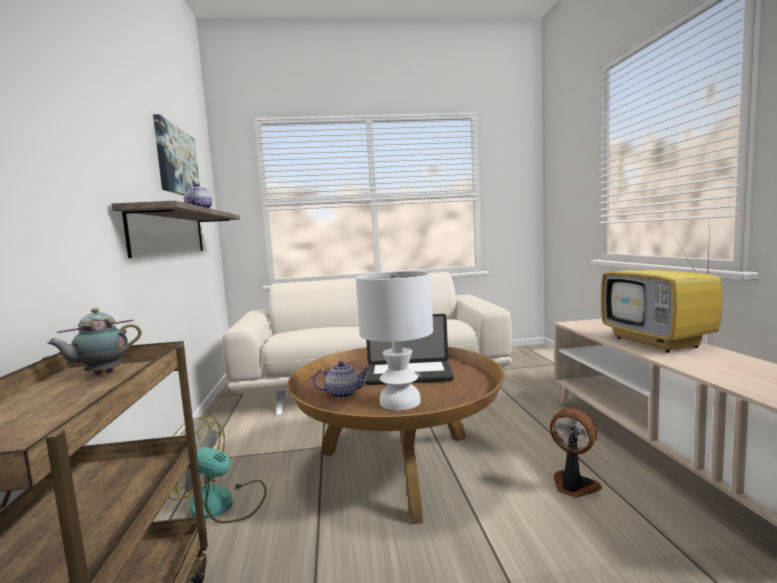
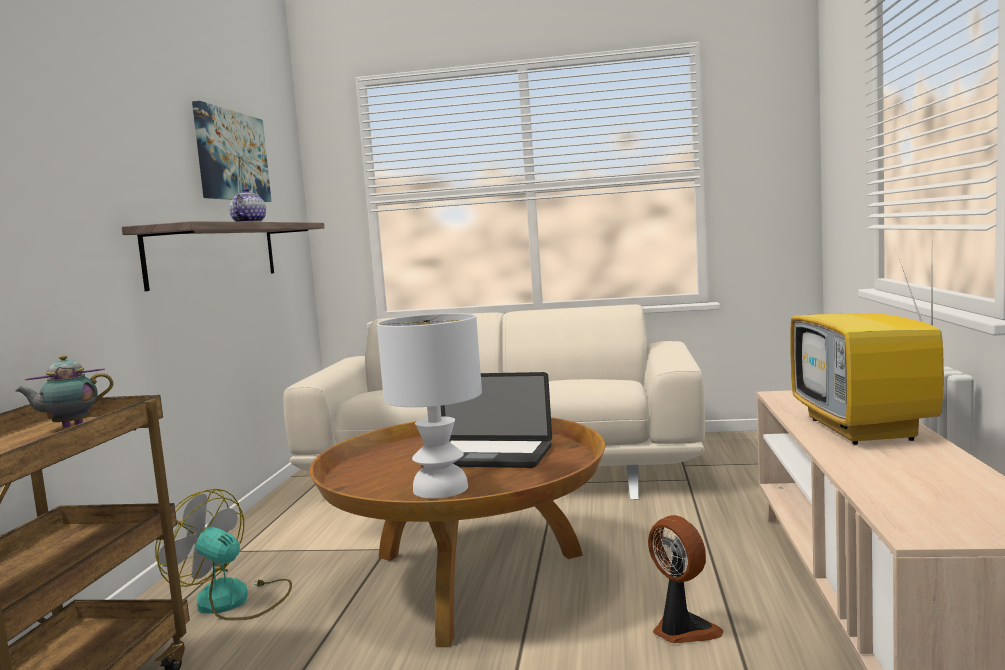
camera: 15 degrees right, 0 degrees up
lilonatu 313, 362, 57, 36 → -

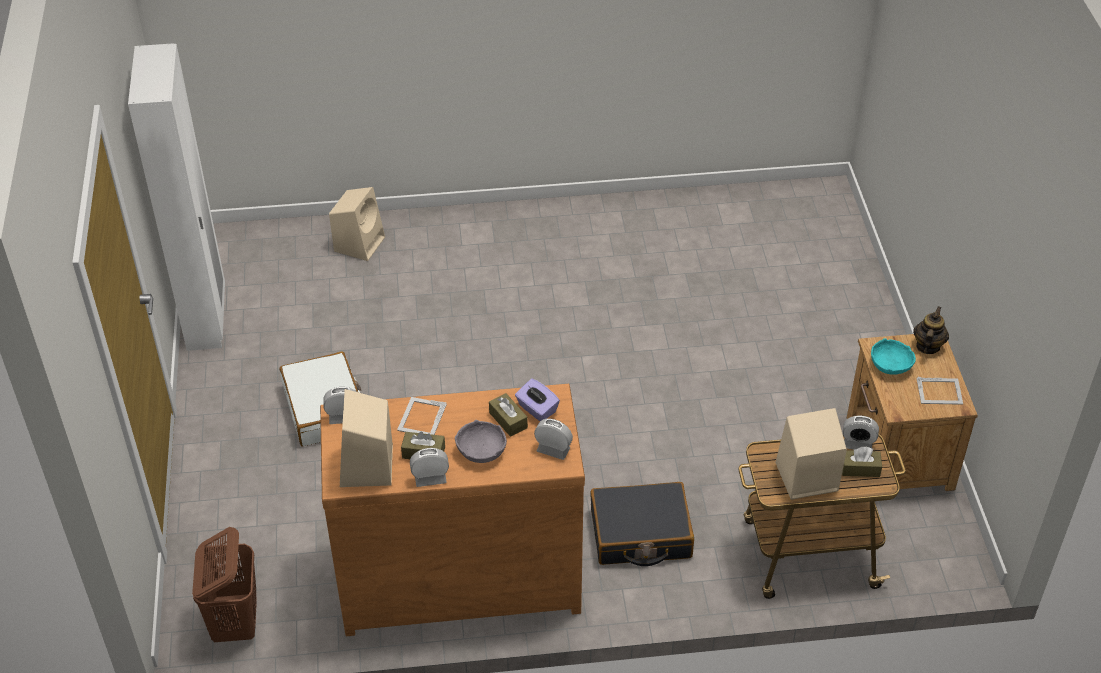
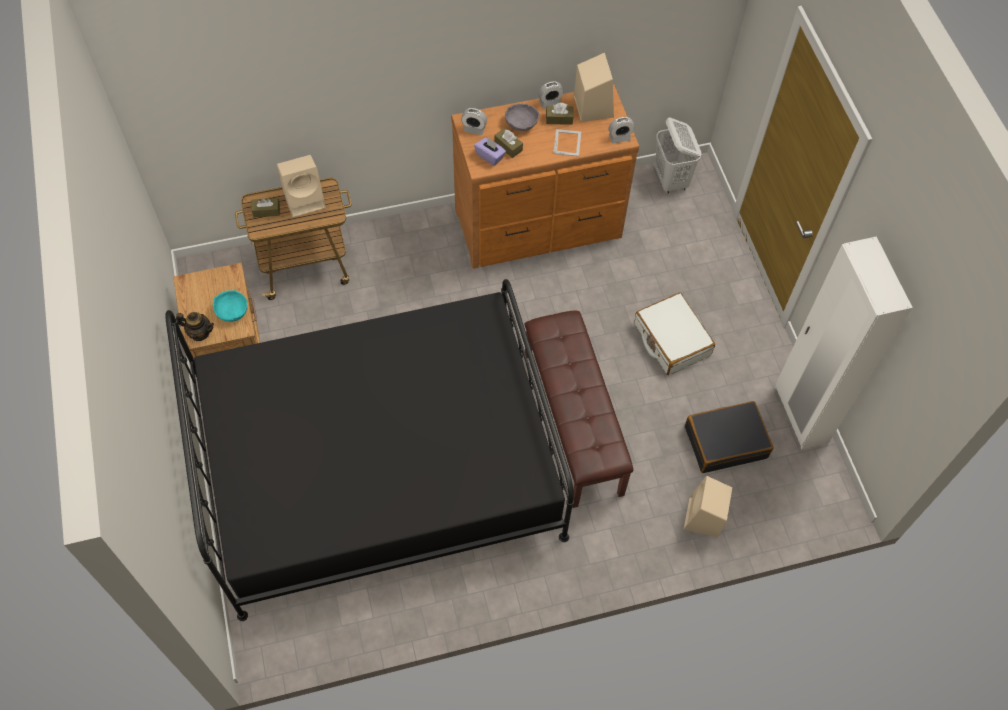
camera: 170 degrees right, 15 degrees up
lilonatu 913, 306, 36, 48 → lilonatu 176, 312, 38, 29, 90 degrees counterclockwise
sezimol 917, 377, 46, 28 → -
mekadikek 843, 415, 36, 34 → -
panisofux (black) 590, 482, 104, 84 → panisofux (black) 685, 401, 88, 72, move
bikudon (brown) 192, 527, 65, 115 → bikudon (white) 655, 118, 47, 76
- → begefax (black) 165, 279, 409, 342
- → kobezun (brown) 525, 311, 108, 197

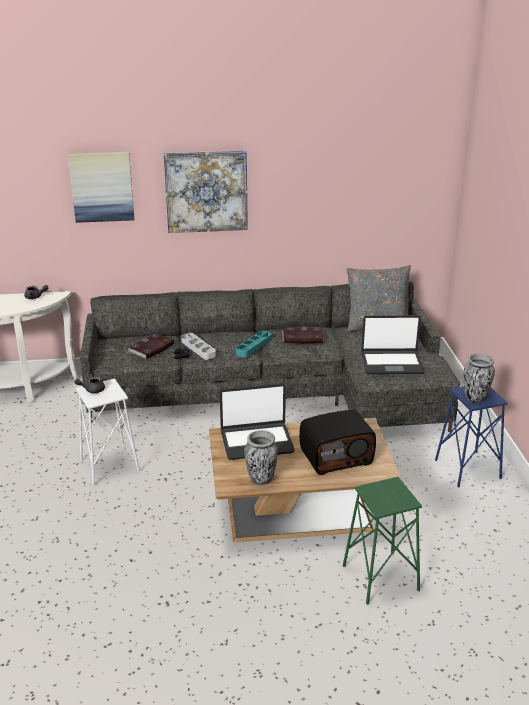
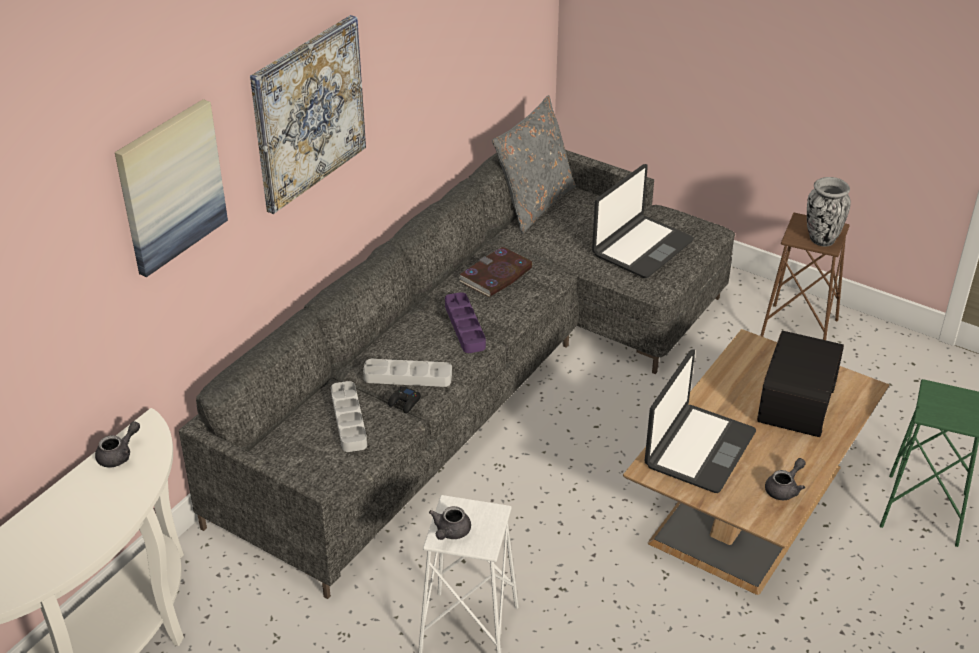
camera: 50 degrees left, 10 degrees up
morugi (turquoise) 236, 331, 36, 27 → morugi (purple) 445, 292, 41, 61
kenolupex 128, 333, 46, 26 → morugi (grey) 331, 381, 36, 71
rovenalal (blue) 435, 386, 73, 102 → rovenalal (brown) 760, 213, 90, 127
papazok 244, 430, 34, 55 → lilonatu (grey) 765, 458, 41, 42

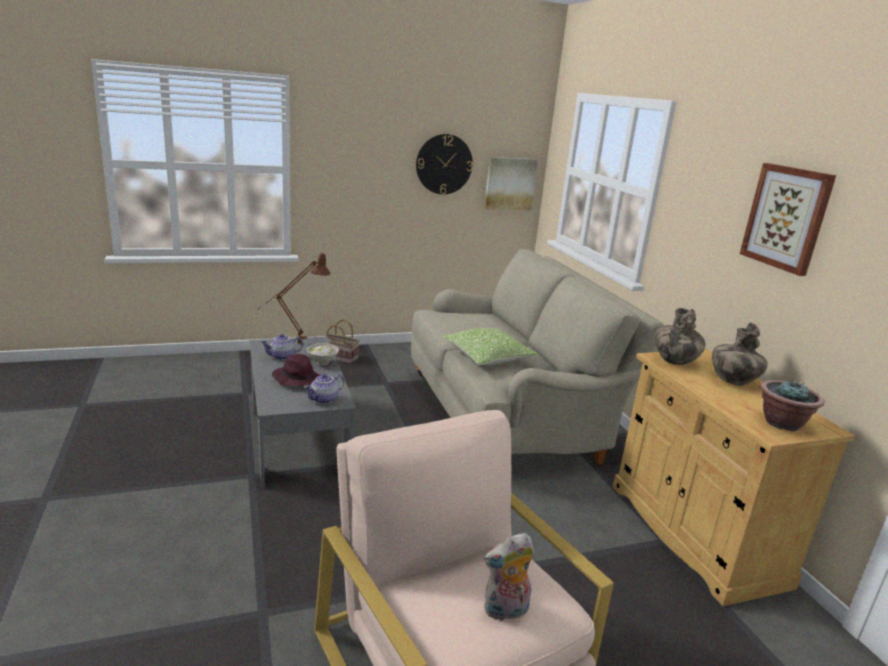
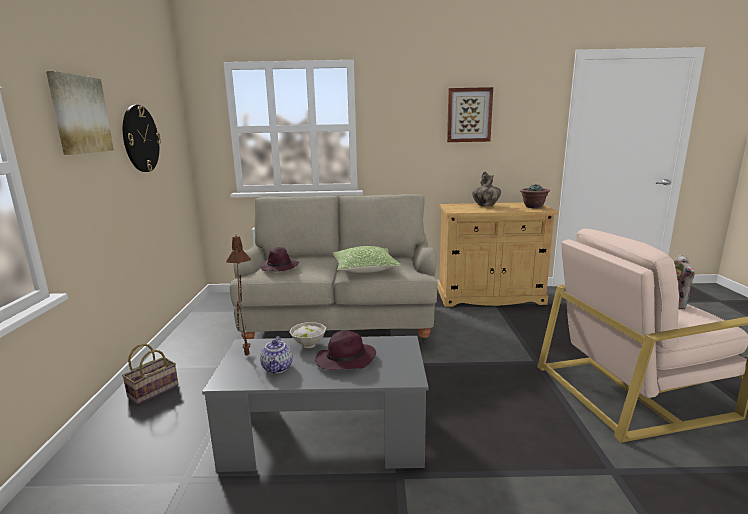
camera: 70 degrees left, 5 degrees down
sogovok 484, 157, 54, 53 → sogovok 46, 71, 68, 84, move
papazok 654, 308, 52, 57 → -
lilonatu 304, 374, 40, 30 → -
- → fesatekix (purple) 260, 247, 39, 24

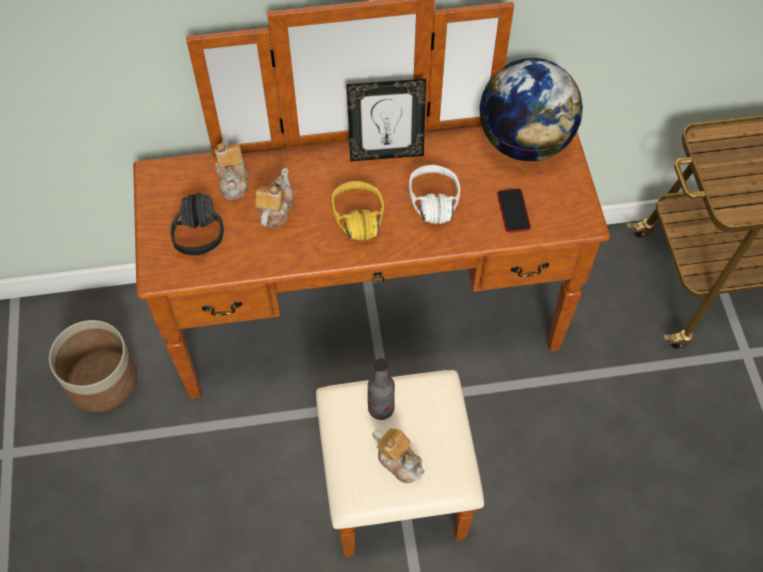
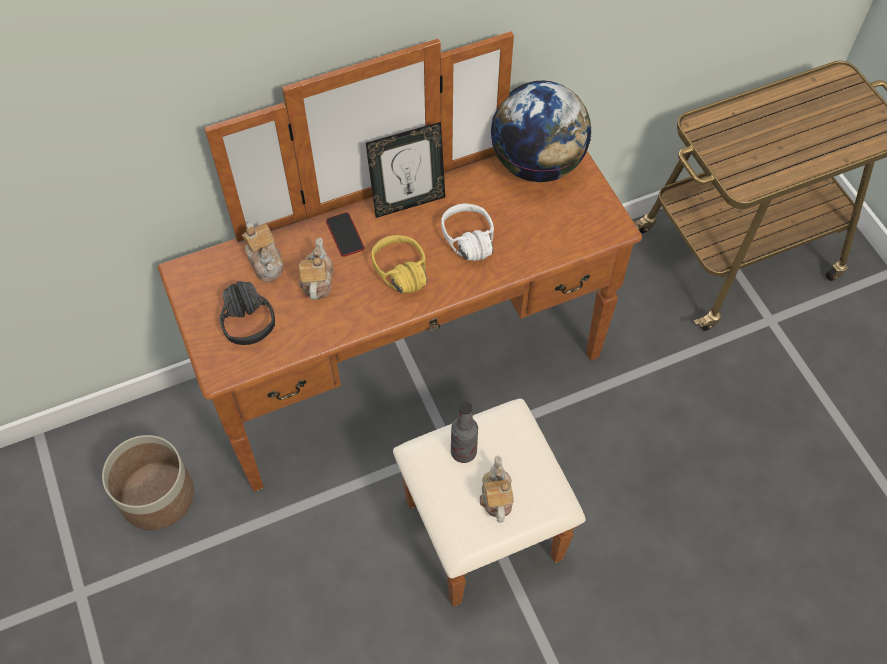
camera: 15 degrees left, 0 degrees up
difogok 497, 189, 34, 44 → difogok 326, 212, 38, 45, move
lilonatu 372, 428, 52, 55 → lilonatu 480, 455, 34, 67, 120 degrees counterclockwise

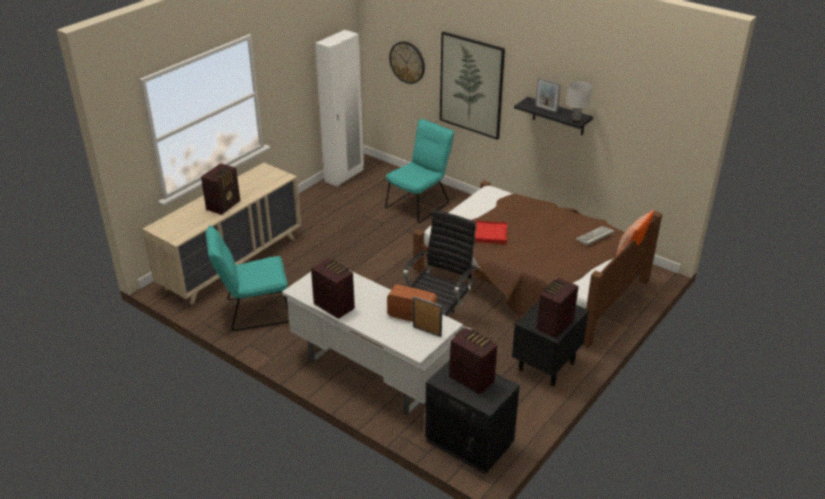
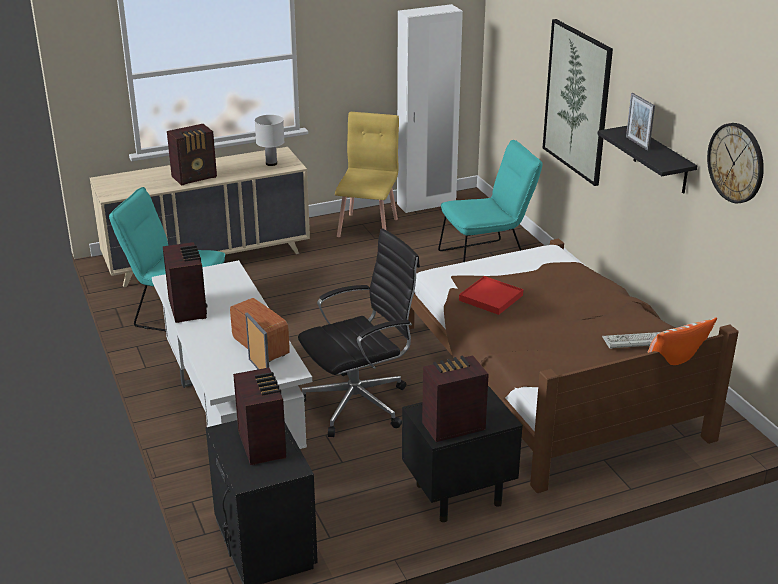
camera: 30 degrees right, 5 degrees down
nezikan 389, 41, 36, 43 → nezikan 707, 123, 57, 80, move
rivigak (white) 567, 81, 25, 42 → rivigak (white) 255, 115, 30, 51, move
- → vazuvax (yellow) 335, 112, 64, 125

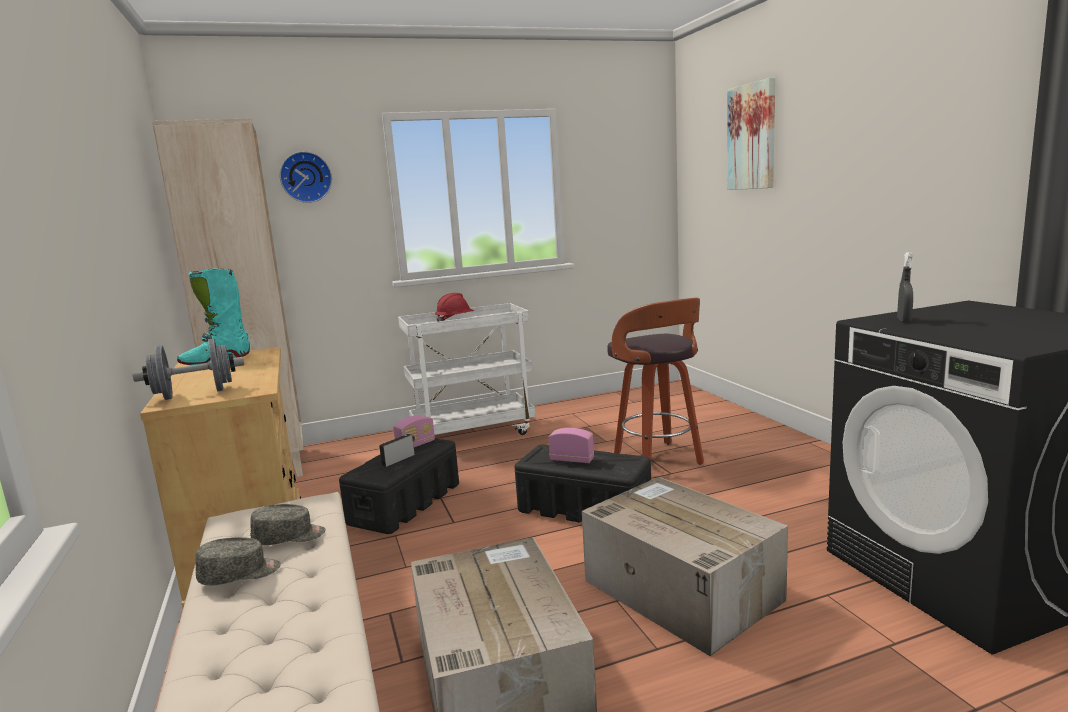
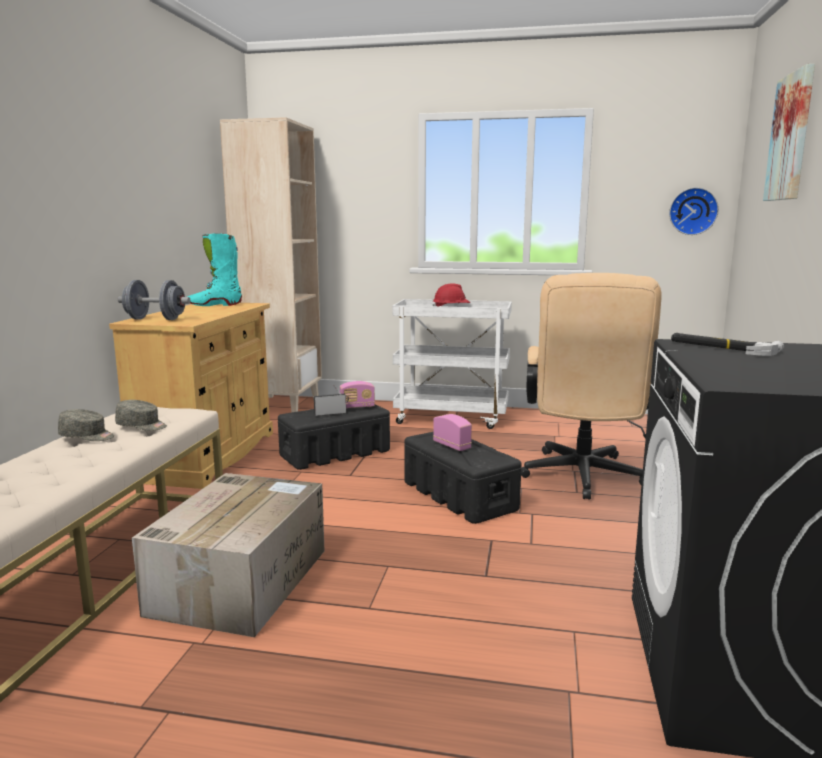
camera: 30 degrees right, 0 degrees up
nezikan 280, 151, 52, 52 → nezikan 669, 187, 50, 48, move
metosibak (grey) 897, 252, 16, 70 → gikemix 671, 333, 113, 23
rovenalal 607, 298, 97, 166 → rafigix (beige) 521, 273, 140, 227
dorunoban 582, 477, 206, 179 → -

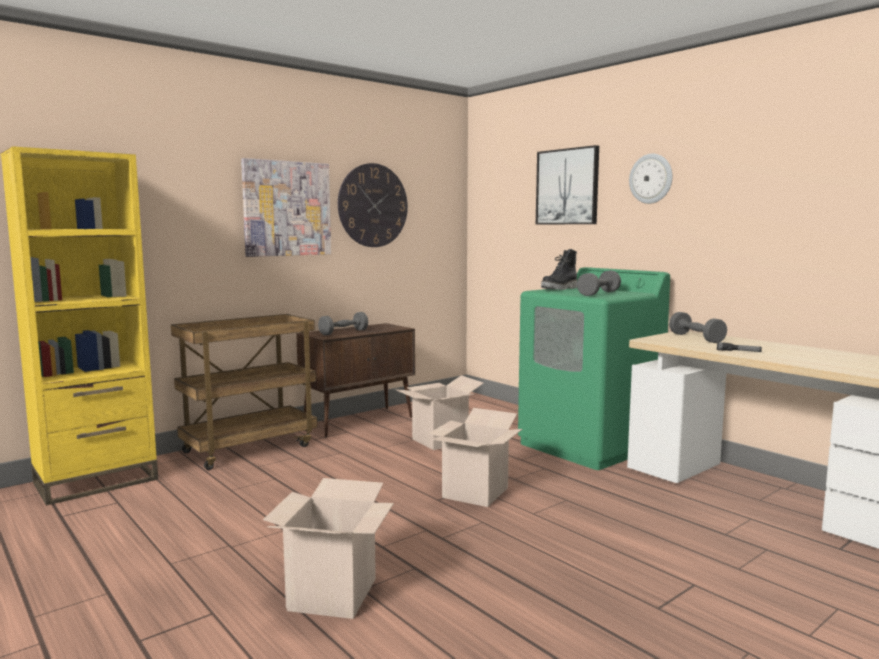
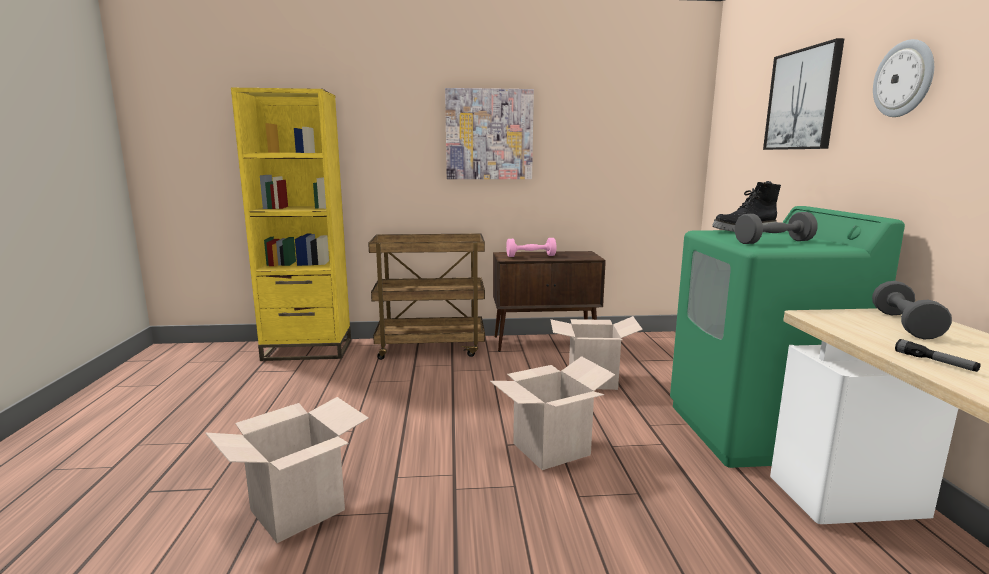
camera: 35 degrees right, 5 degrees up
nezikan 338, 163, 70, 84 → -
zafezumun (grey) 318, 312, 50, 24 → zafezumun (pink) 506, 238, 50, 19

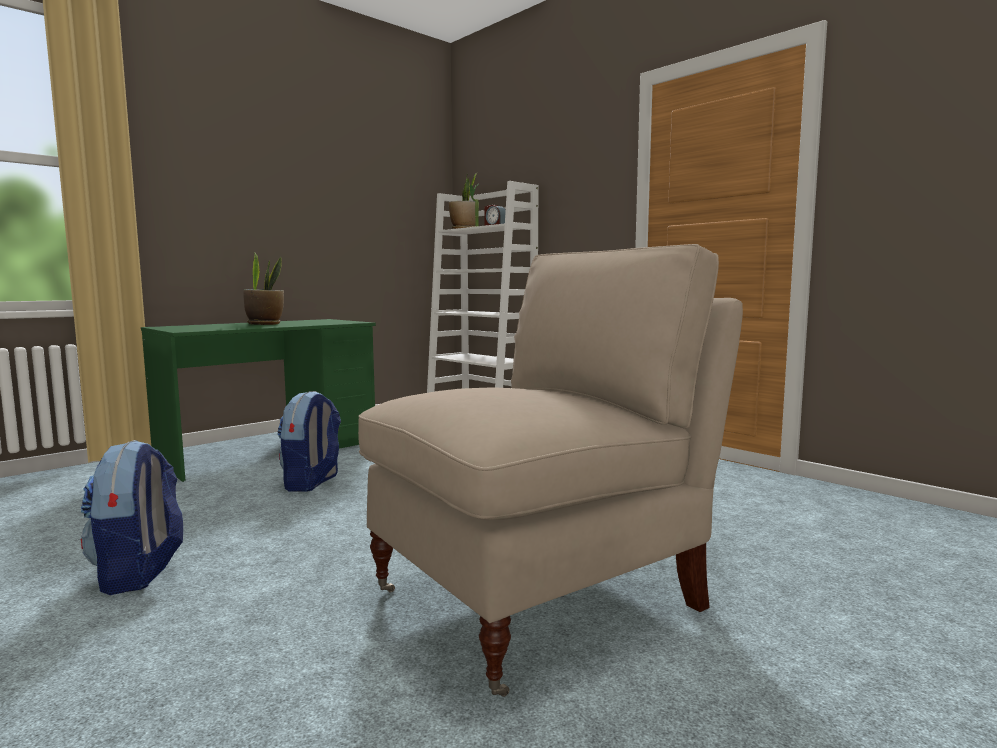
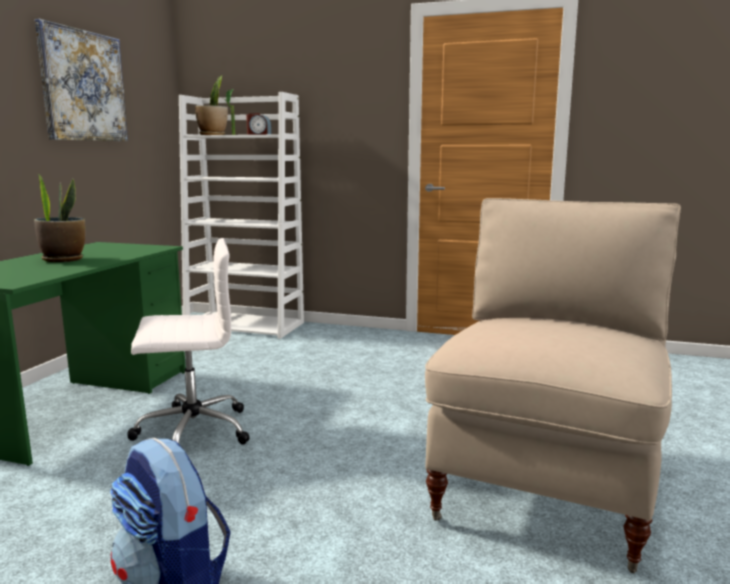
camera: 30 degrees left, 5 degrees up
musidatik 277, 391, 64, 101 → rafigix (white) 127, 238, 123, 207
- → sogovok 35, 19, 93, 122

